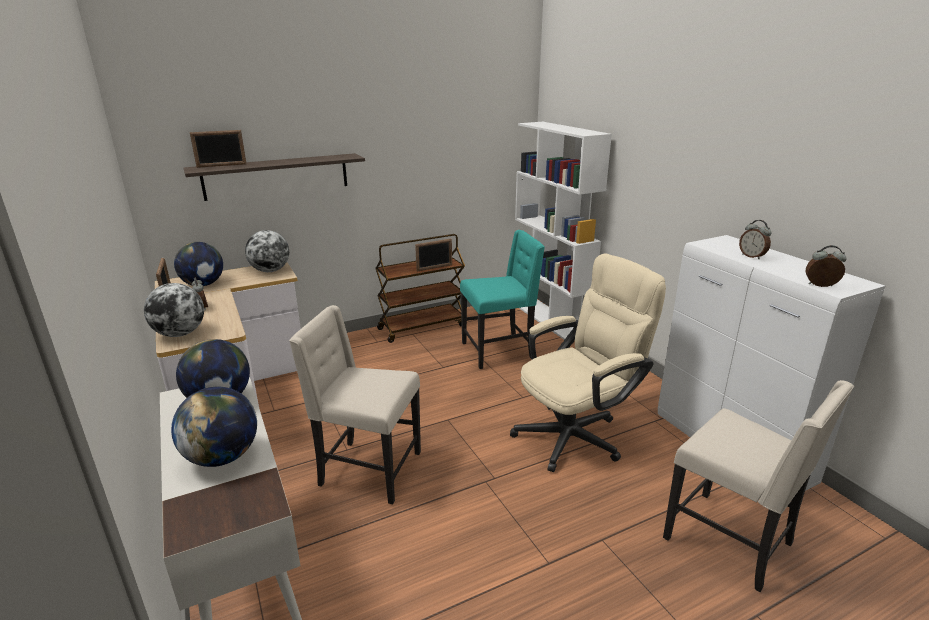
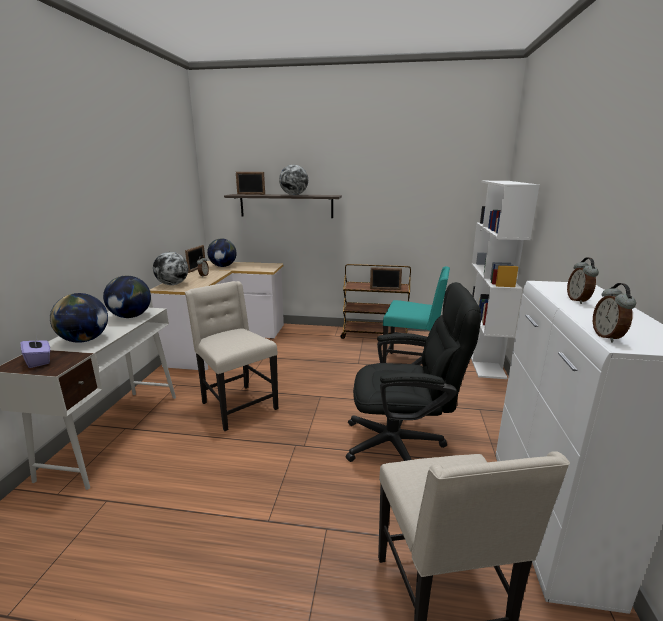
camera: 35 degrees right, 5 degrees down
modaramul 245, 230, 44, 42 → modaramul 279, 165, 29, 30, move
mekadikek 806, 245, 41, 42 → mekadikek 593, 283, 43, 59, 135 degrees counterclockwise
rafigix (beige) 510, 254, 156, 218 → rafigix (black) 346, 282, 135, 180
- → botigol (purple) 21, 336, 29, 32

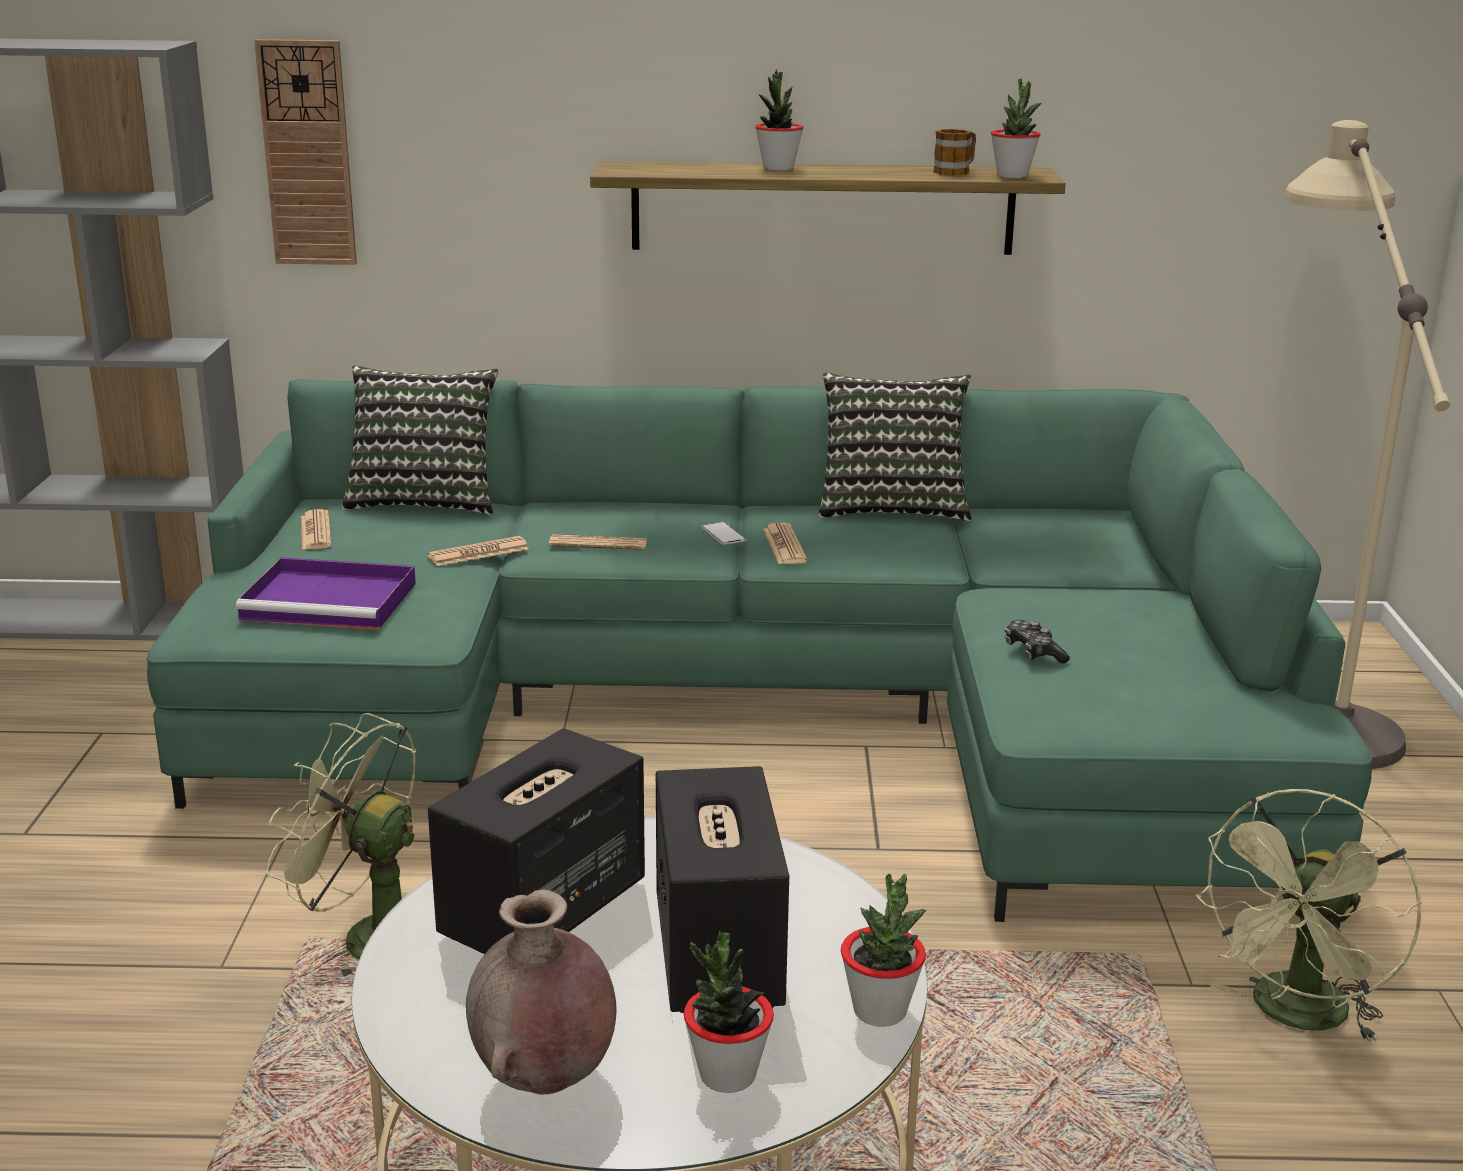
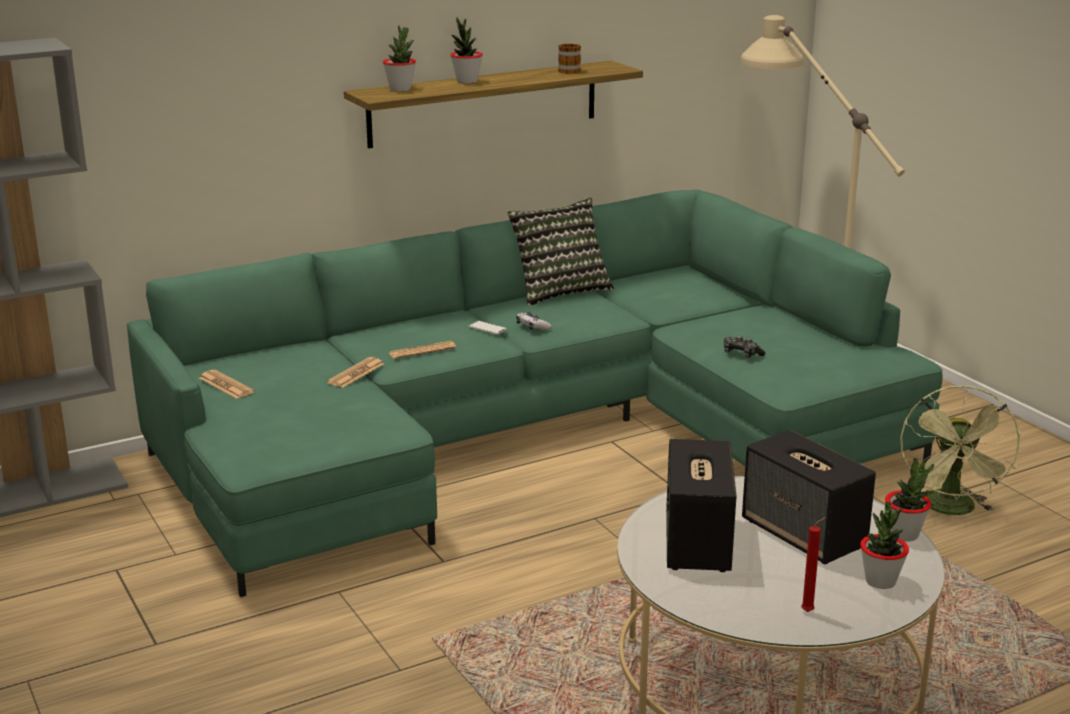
camera: 30 degrees left, 0 degrees up
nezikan 254, 39, 103, 226 → -
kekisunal 991, 79, 50, 99 → kekisunal 383, 25, 33, 66, move
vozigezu 342, 366, 156, 149 → -
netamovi 763, 522, 44, 42 → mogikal 516, 312, 35, 18
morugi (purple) 236, 557, 180, 73 → -
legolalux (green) 267, 713, 149, 264 → -
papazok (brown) 466, 889, 151, 205 → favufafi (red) 801, 517, 25, 95

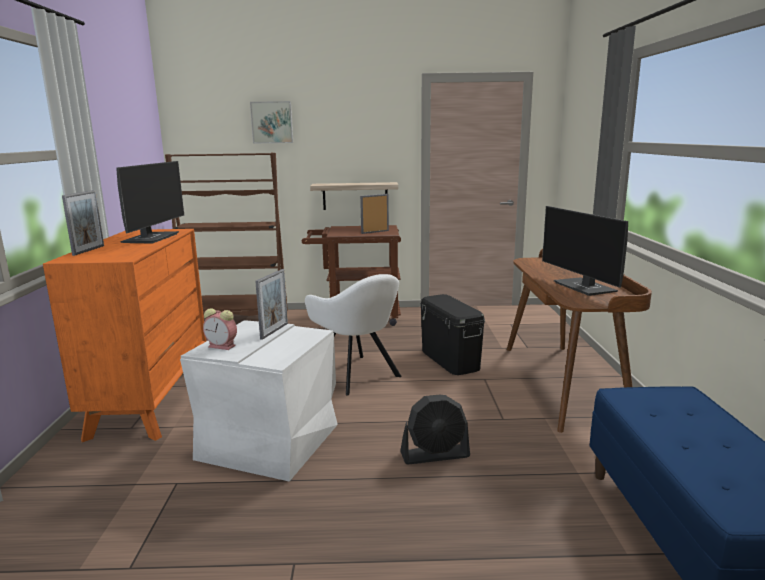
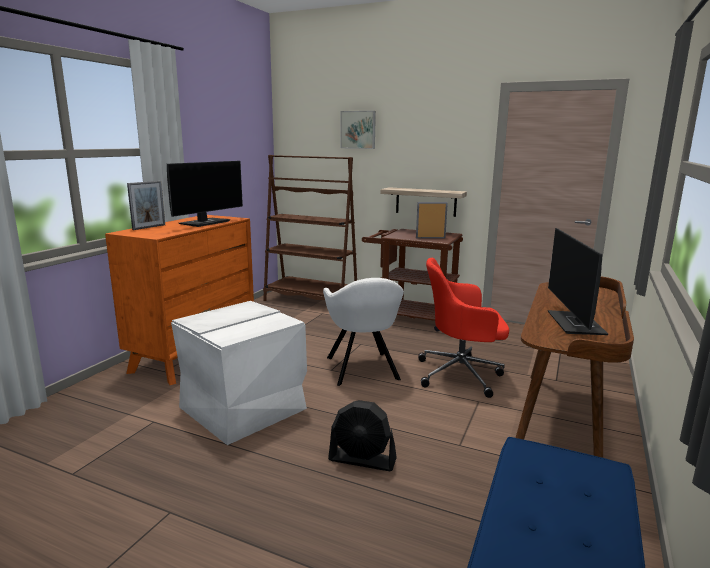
camera: 25 degrees right, 0 degrees up
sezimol 255, 269, 33, 71 → -
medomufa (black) 420, 294, 65, 81 → rafigix (red) 418, 258, 91, 140
mekadikek 203, 308, 34, 42 → -

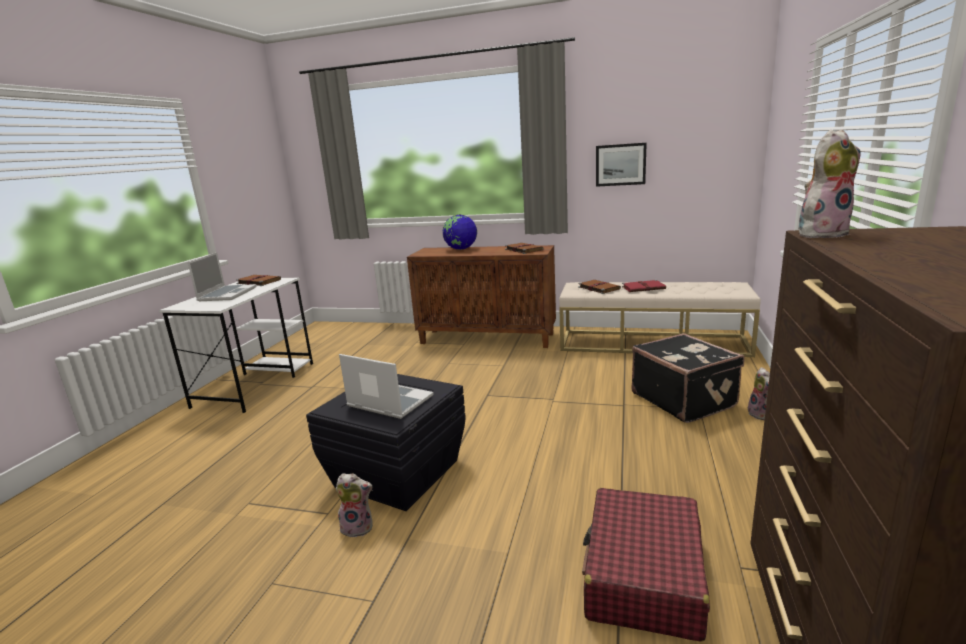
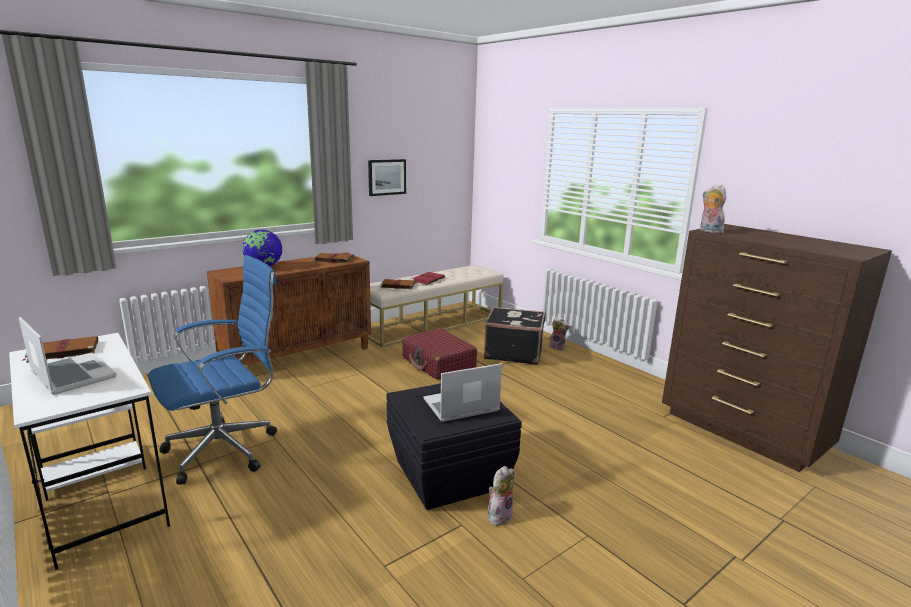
camera: 55 degrees left, 0 degrees up
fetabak 798, 129, 63, 109 → fetabak 700, 184, 27, 50, 45 degrees counterclockwise
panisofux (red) 582, 488, 128, 154 → panisofux (red) 402, 328, 75, 52, move
- → rafigix (blue) 148, 255, 129, 230

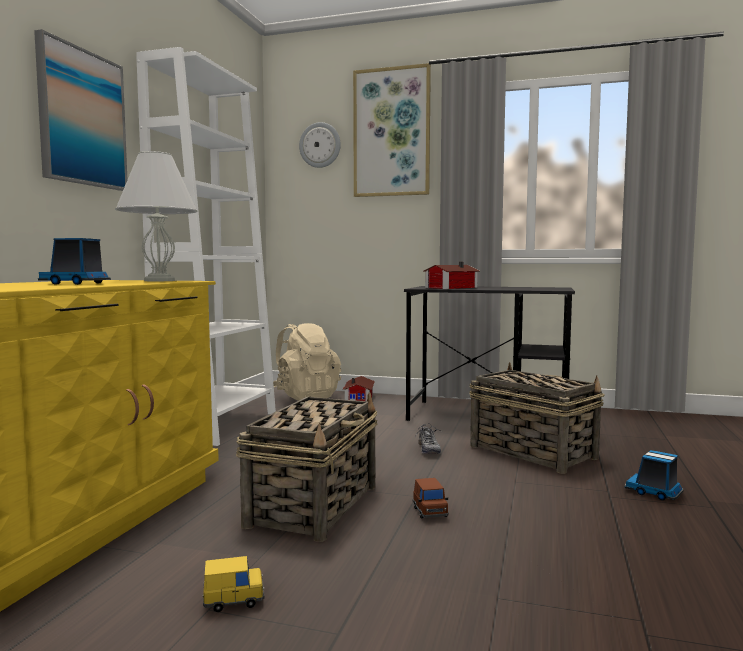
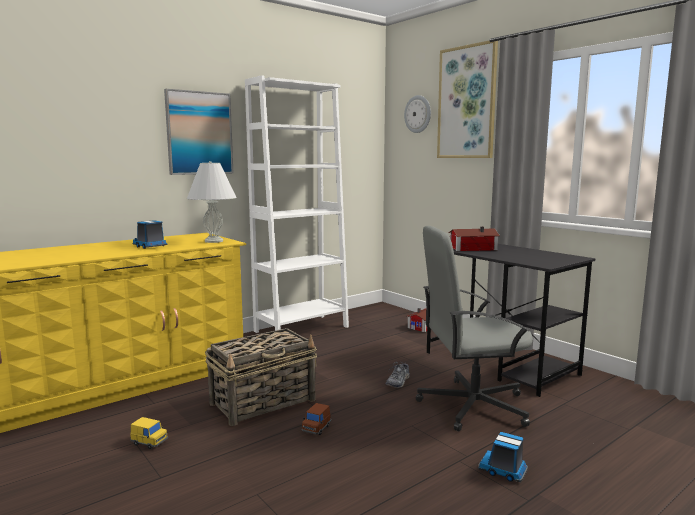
camera: 35 degrees right, 5 degrees up
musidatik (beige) 273, 323, 68, 78 → -
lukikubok 469, 362, 135, 112 → rafigix (grey) 415, 226, 118, 205
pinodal 625, 450, 59, 50 → pinodal 478, 432, 50, 50, 45 degrees counterclockwise

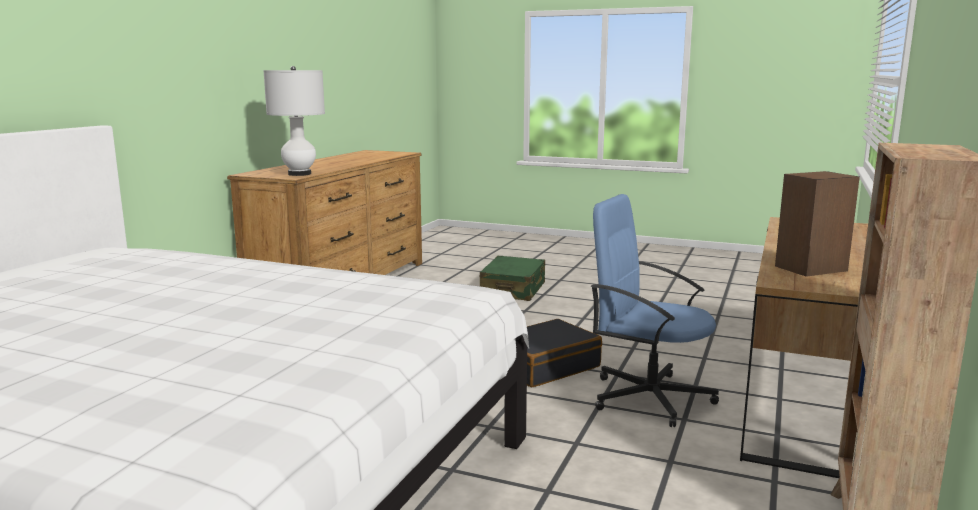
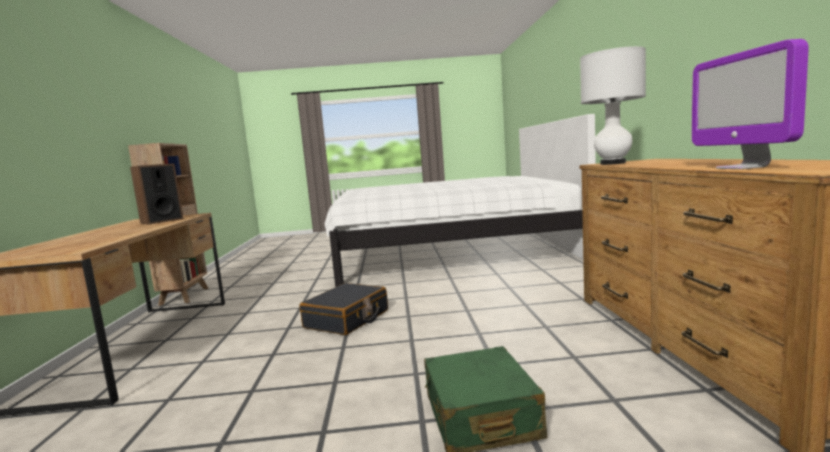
camera: 155 degrees right, 5 degrees down
rafigix (blue) 590, 194, 129, 233 → -
- → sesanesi 692, 39, 117, 130

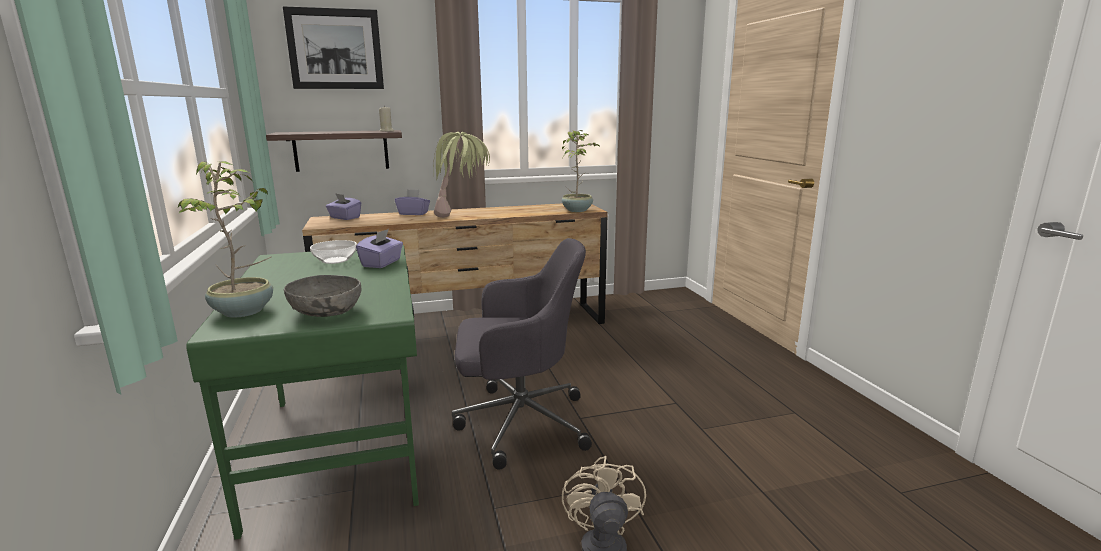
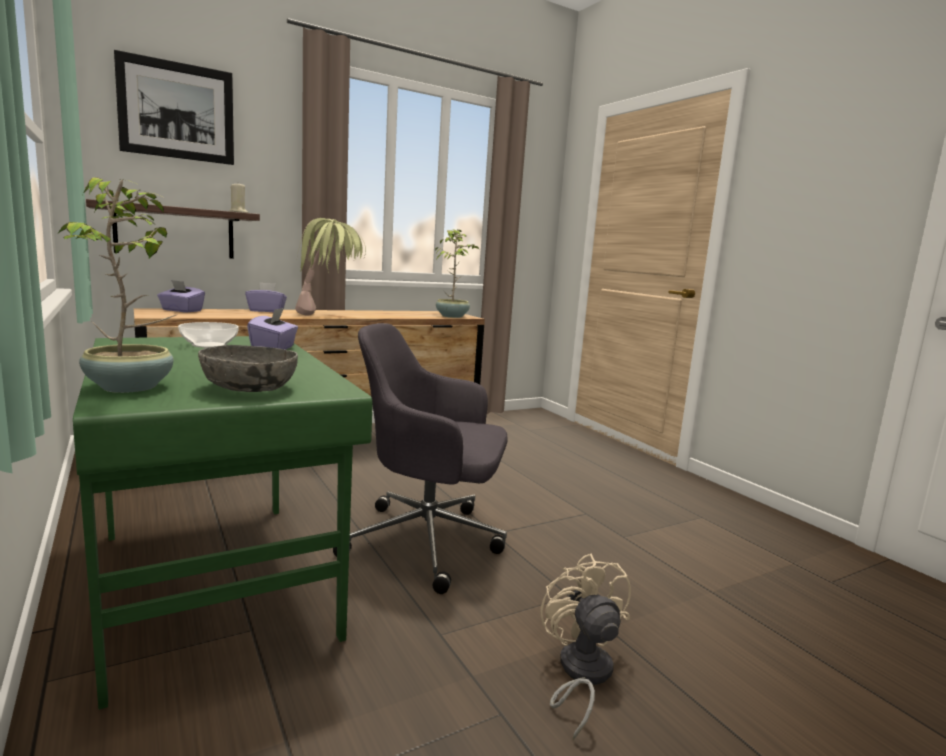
camera: 15 degrees left, 5 degrees down
rafigix (grey) 452, 238, 140, 232 → rafigix (grey) 333, 323, 175, 271, 150 degrees counterclockwise

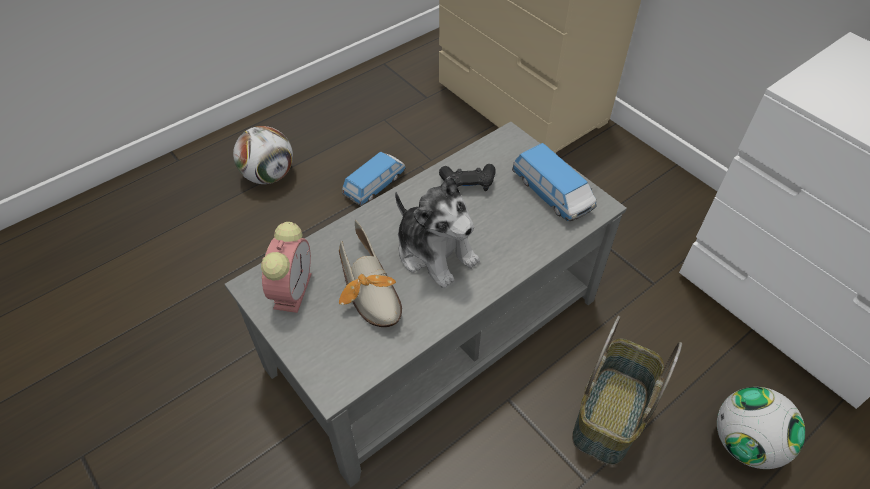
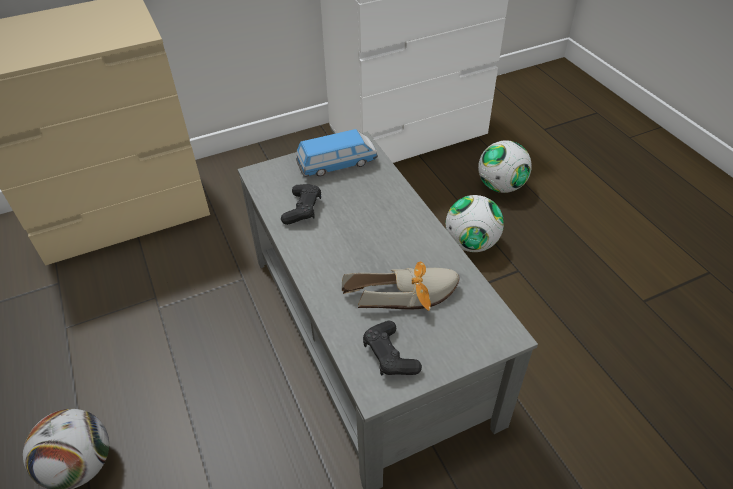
camera: 75 degrees left, 5 degrees down
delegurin 342, 152, 64, 54 → -
fetabak 395, 176, 85, 113 → -
mekadikek 261, 222, 51, 91 → mogikal (black) 363, 320, 59, 55
lukikubok 572, 316, 110, 149 → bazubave 446, 195, 58, 57

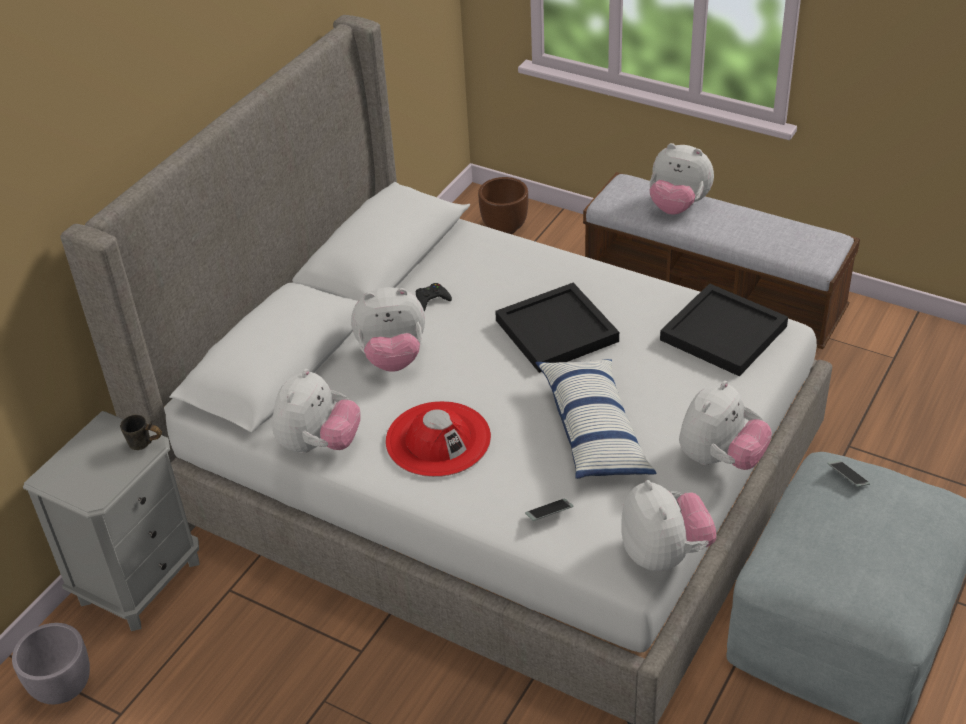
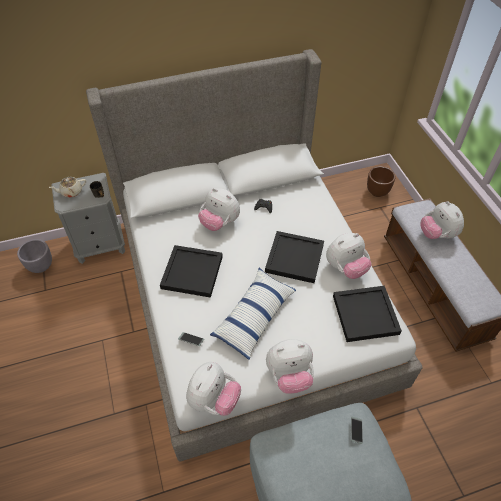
camera: 40 degrees right, 10 degrees up
fetabak 272, 369, 89, 84 → fetabak 326, 233, 46, 46, move
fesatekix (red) 385, 401, 106, 76 → morugi (black) 160, 245, 63, 53
- → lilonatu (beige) 49, 177, 37, 21

